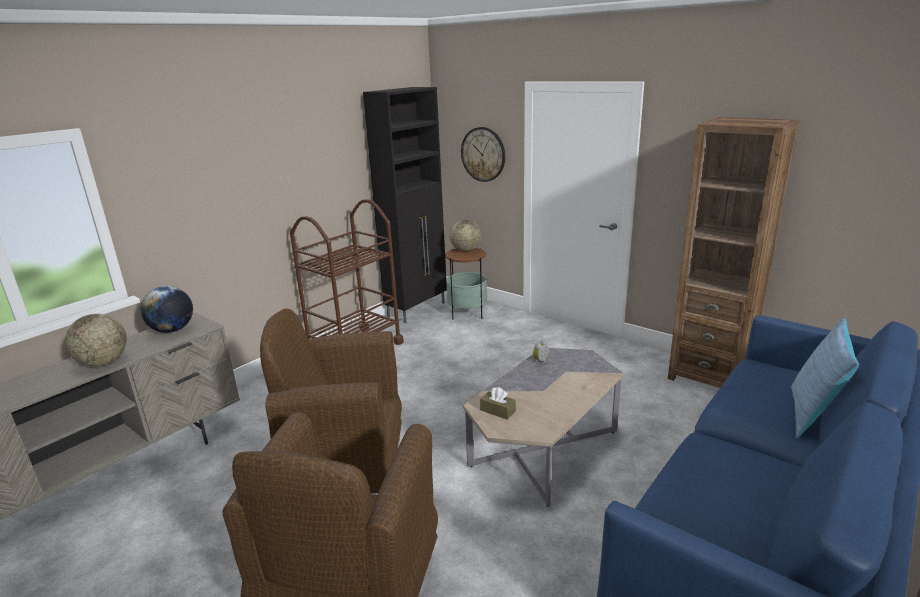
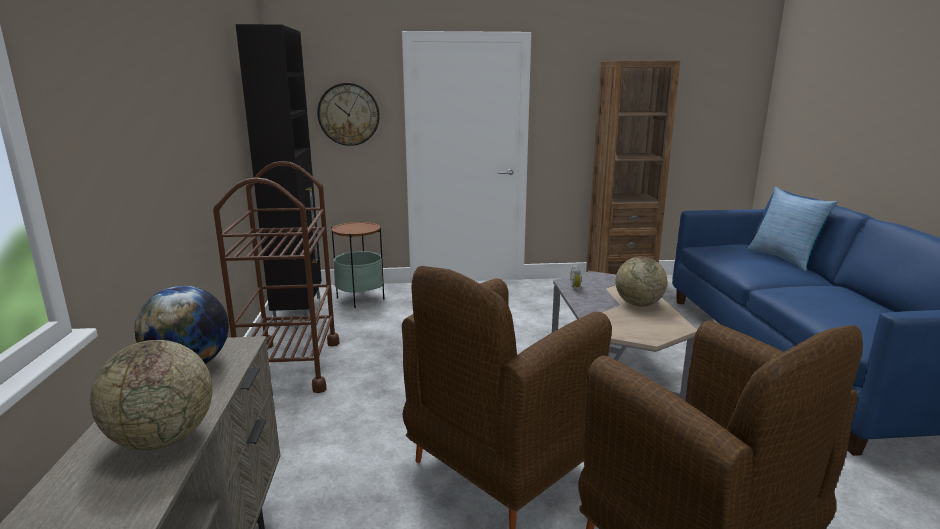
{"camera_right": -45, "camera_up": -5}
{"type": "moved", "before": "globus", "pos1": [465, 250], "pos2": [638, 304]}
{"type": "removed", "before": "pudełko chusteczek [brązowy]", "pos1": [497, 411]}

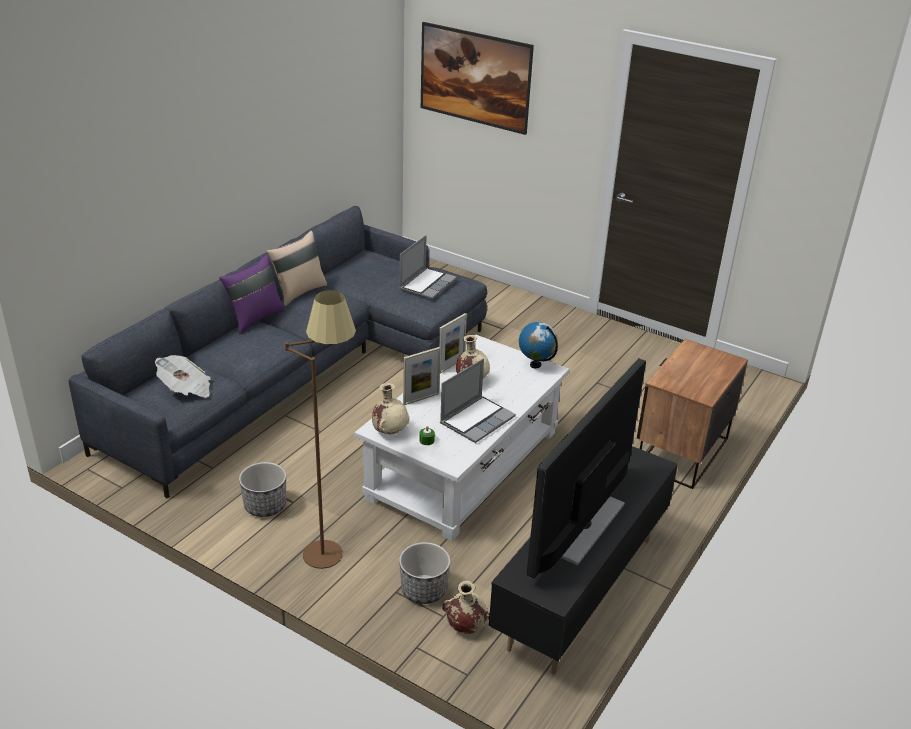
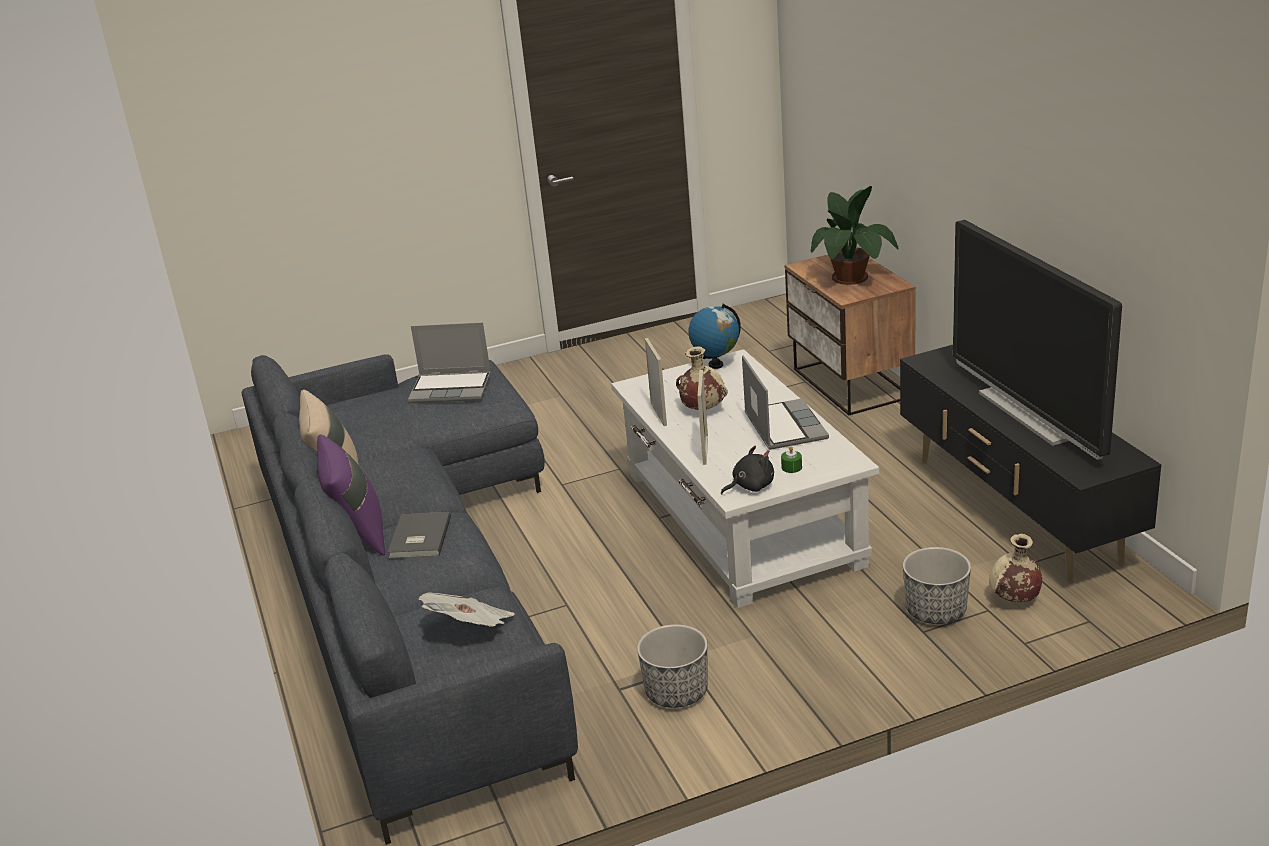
{"camera_right": -50, "camera_up": -5}
{"type": "removed", "before": "obraz", "pos1": [473, 99]}
{"type": "turned", "before": "laptop", "pos1": [427, 284], "pos2": [452, 388], "turn": 120}
{"type": "removed", "before": "lampa stojąca [brązowy]", "pos1": [330, 542]}
{"type": "replaced", "before": "wazon [beżowy]", "after": "pluszak [czarny]", "pos1": [390, 431], "pos2": [750, 486]}
{"type": "added", "after": "roślina doniczkowa", "pos2": [851, 278]}
{"type": "added", "after": "książka [szary]", "pos2": [418, 538]}

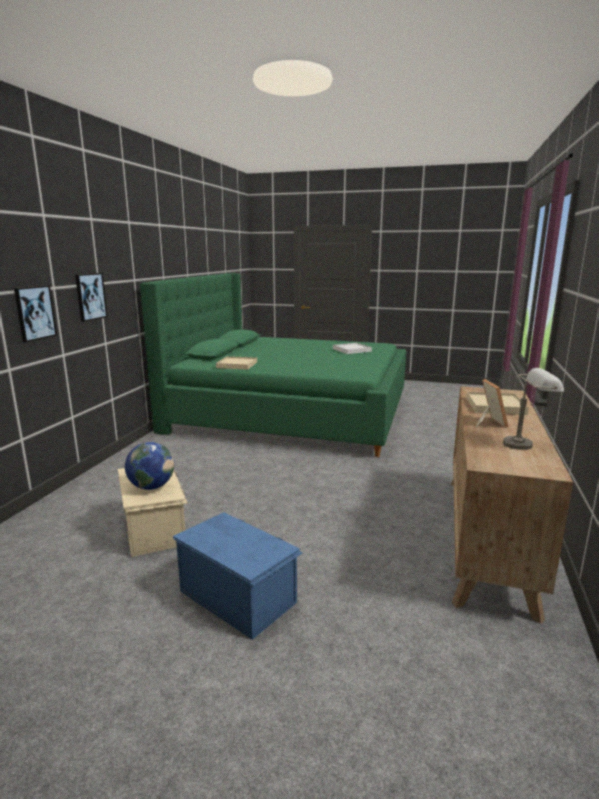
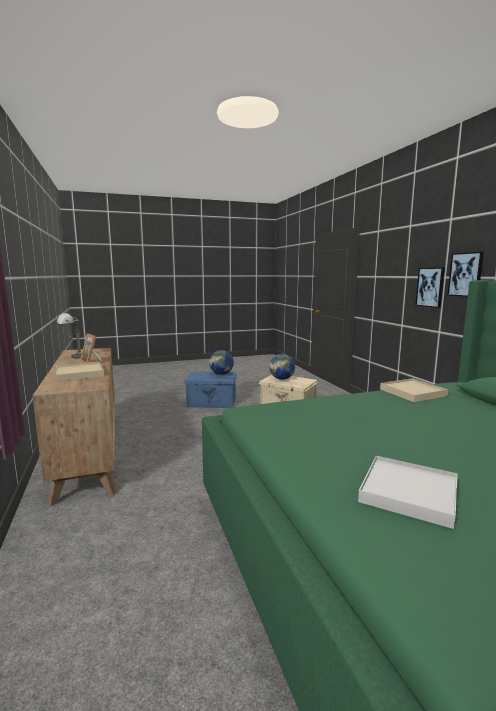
{"camera_right": 145, "camera_up": -5}
{"type": "moved", "before": "obraz", "pos1": [34, 313], "pos2": [465, 274]}
{"type": "added", "after": "globus", "pos2": [221, 374]}

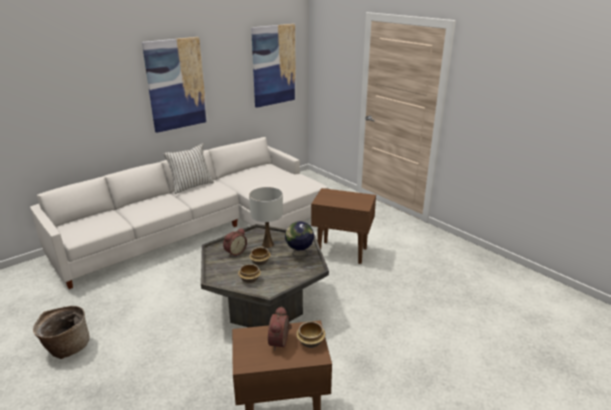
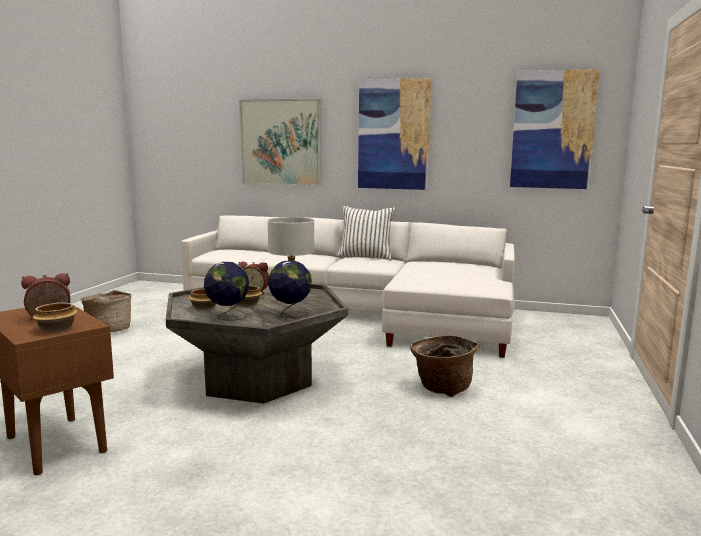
{"camera_right": 55, "camera_up": -15}
{"type": "replaced", "before": "stolik [brązowy]", "after": "koszyk", "pos1": [341, 252], "pos2": [442, 388]}
{"type": "added", "after": "obraz", "pos2": [281, 142]}
{"type": "added", "after": "globus", "pos2": [227, 317]}

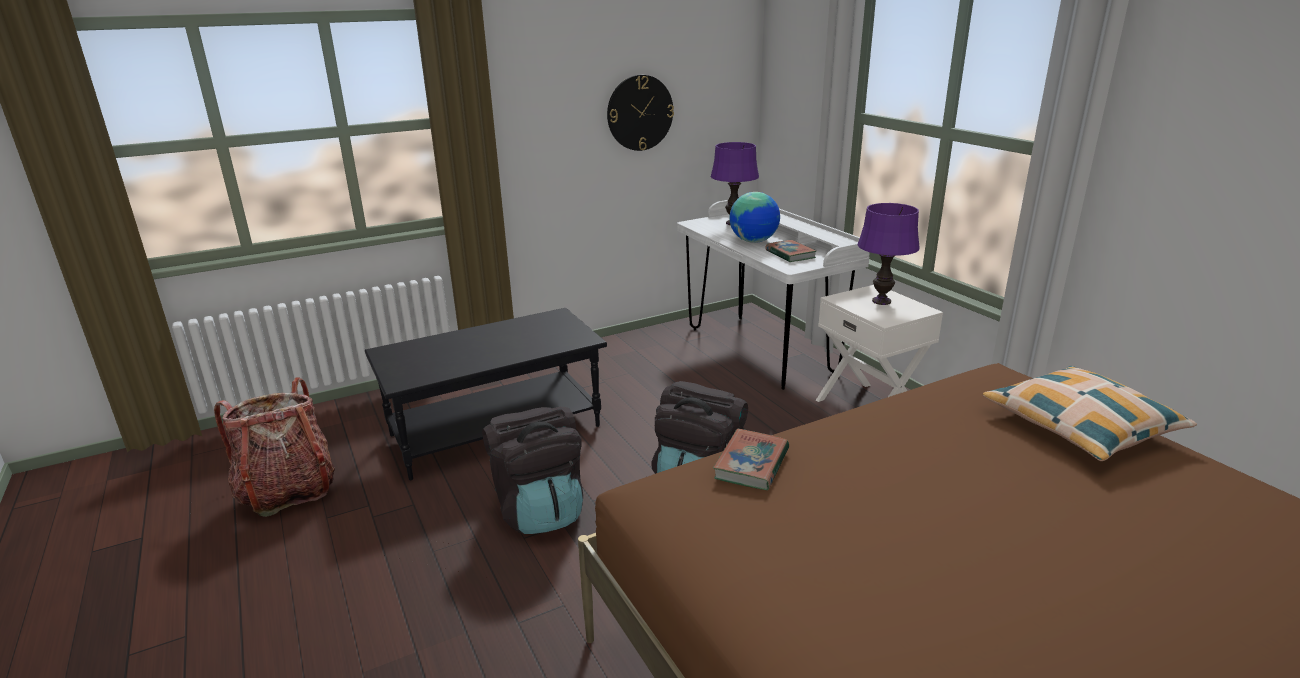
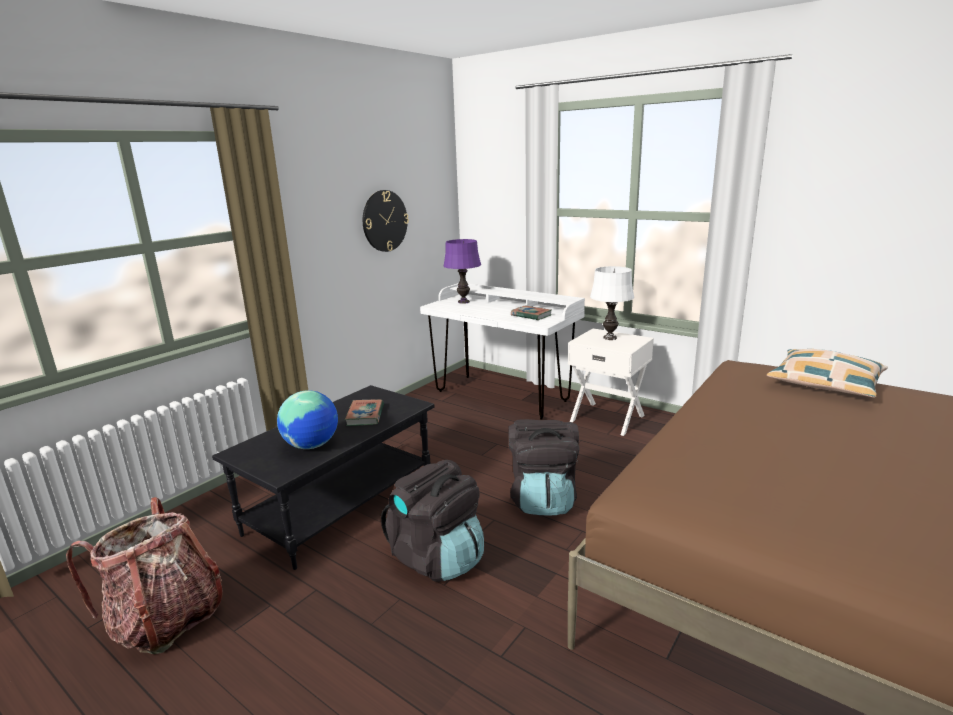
{"camera_right": -25, "camera_up": -5}
{"type": "moved", "before": "globus", "pos1": [754, 241], "pos2": [312, 445]}
{"type": "recoloured", "before": "lampa stołowa [fioletowy]", "after": "lampa stołowa [biały]", "pos1": [881, 301], "pos2": [609, 338]}
{"type": "moved", "before": "książka", "pos1": [751, 464], "pos2": [365, 415]}

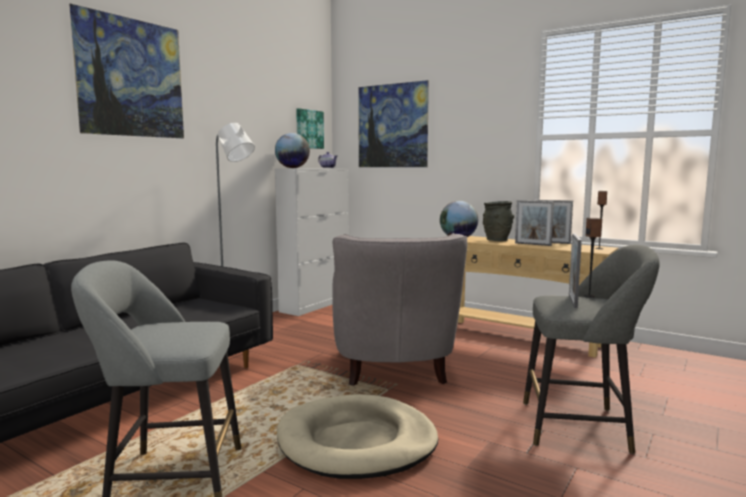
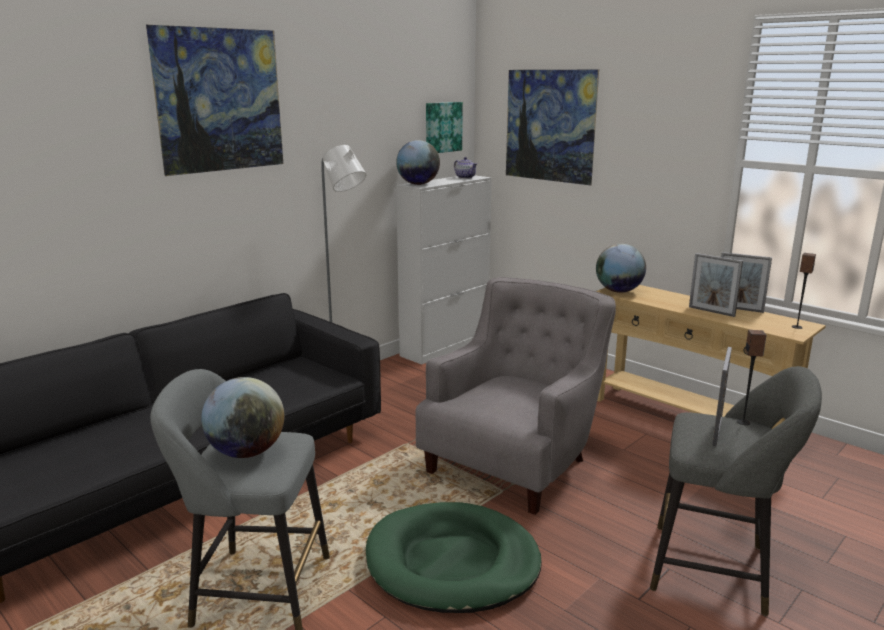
{"camera_right": 10, "camera_up": 10}
{"type": "removed", "before": "wazon [szary]", "pos1": [497, 240]}
{"type": "turned", "before": "fotel [szary]", "pos1": [393, 370], "pos2": [516, 461], "turn": -150}
{"type": "recoloured", "before": "legowisko [beżowy]", "after": "legowisko [zielony]", "pos1": [357, 442], "pos2": [452, 563]}
{"type": "added", "after": "globus", "pos2": [246, 452]}

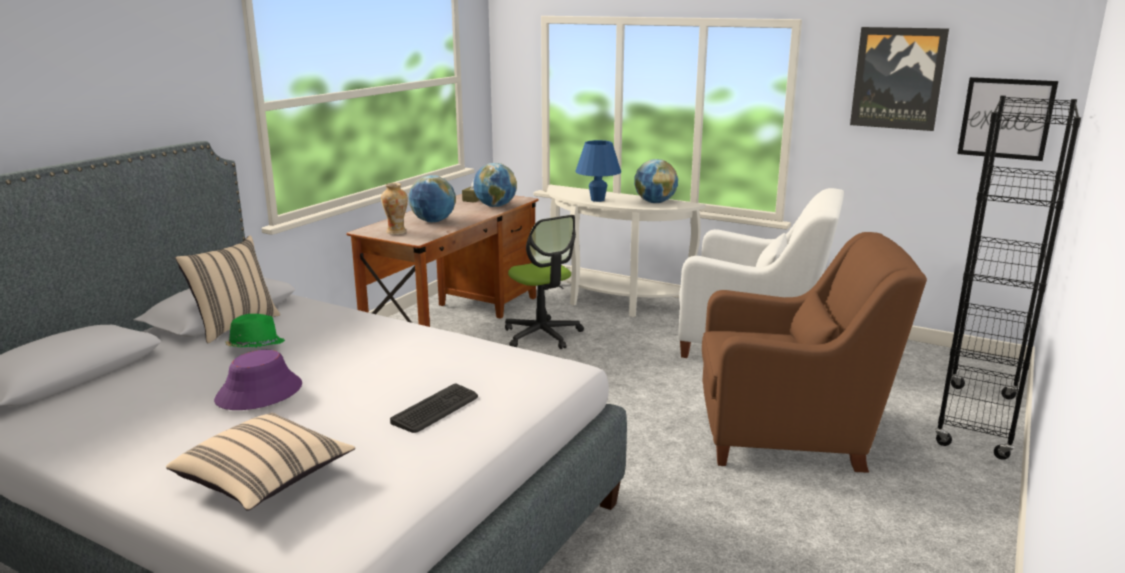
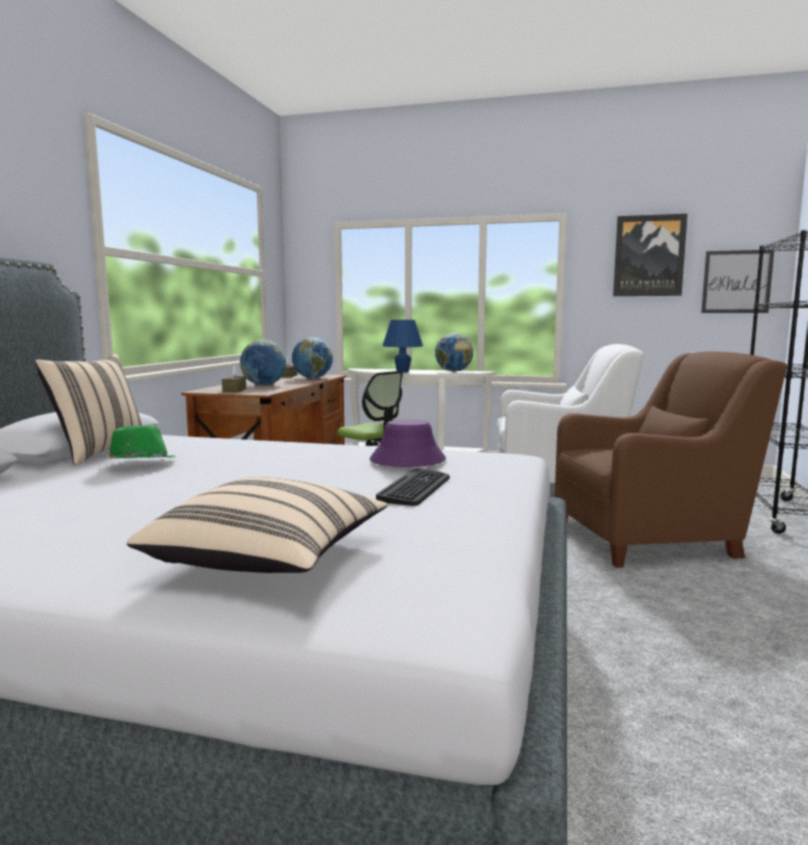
{"camera_right": -15, "camera_up": -10}
{"type": "replaced", "before": "wazon", "after": "pudełko chusteczek [brązowy]", "pos1": [396, 232], "pos2": [234, 390]}
{"type": "moved", "before": "kapelusz [fioletowy]", "pos1": [259, 392], "pos2": [407, 460]}

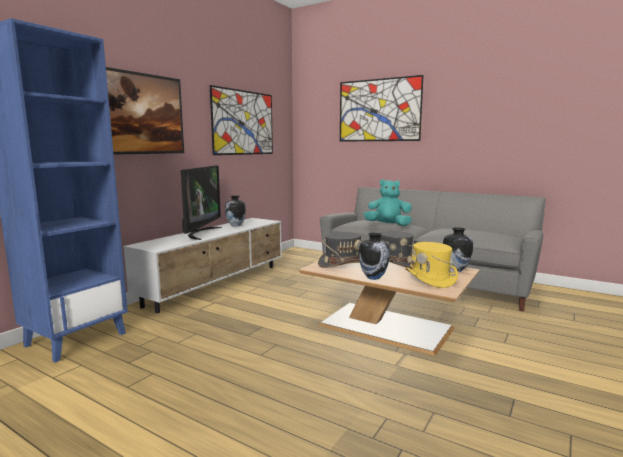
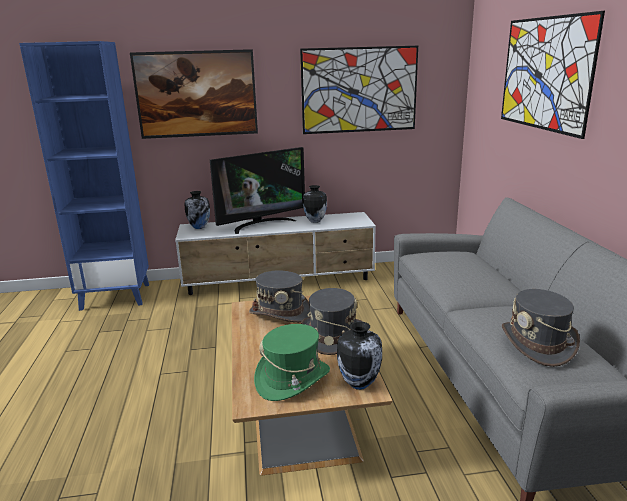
{"camera_right": 50, "camera_up": 10}
{"type": "removed", "before": "pluszak [turkusowy]", "pos1": [388, 225]}
{"type": "moved", "before": "wazon", "pos1": [373, 277], "pos2": [199, 227]}
{"type": "recoloured", "before": "kapelusz [żółty]", "after": "kapelusz [zielony]", "pos1": [430, 278], "pos2": [292, 379]}
{"type": "added", "after": "kapelusz [szary]", "pos2": [538, 344]}

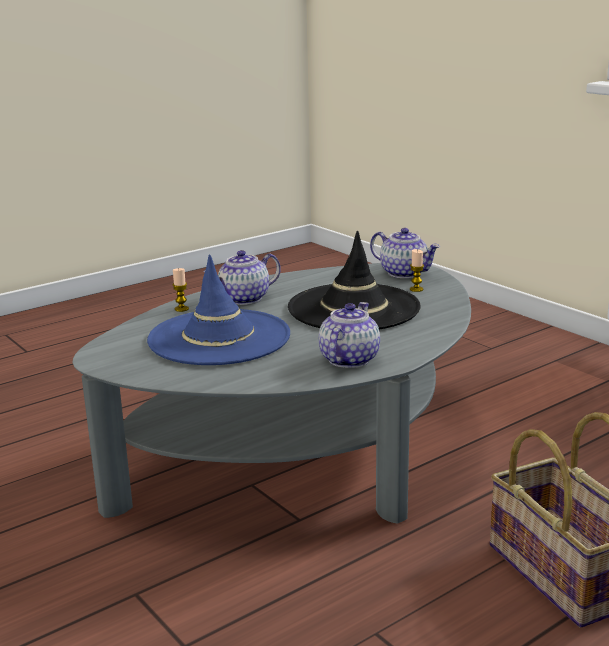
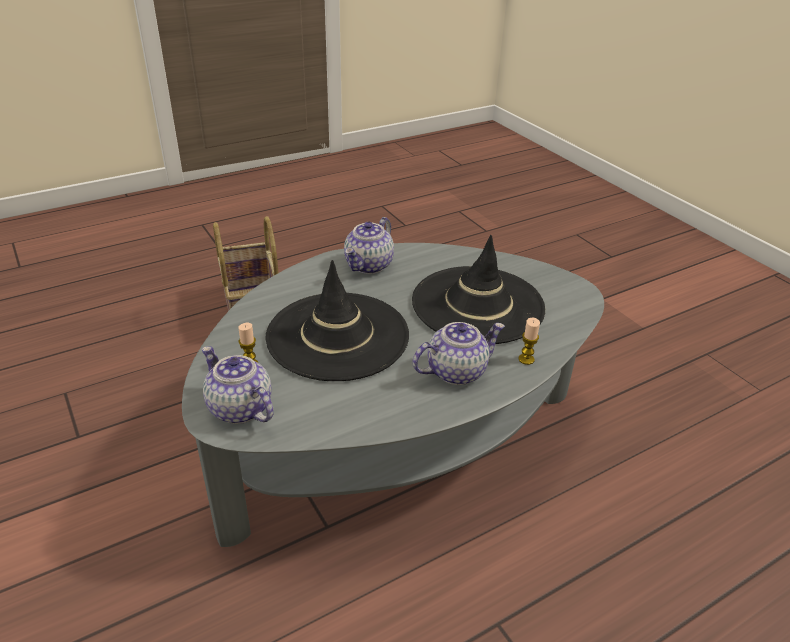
{"camera_right": -175, "camera_up": 15}
{"type": "recoloured", "before": "kapelusz [niebieski]", "after": "kapelusz [czarny]", "pos1": [219, 338], "pos2": [477, 304]}

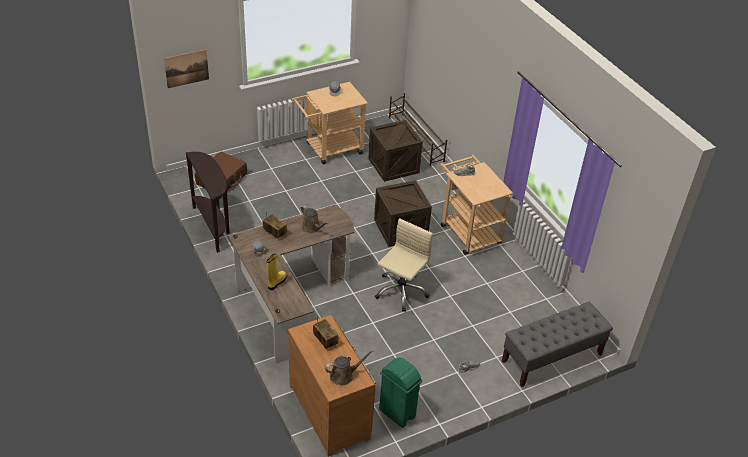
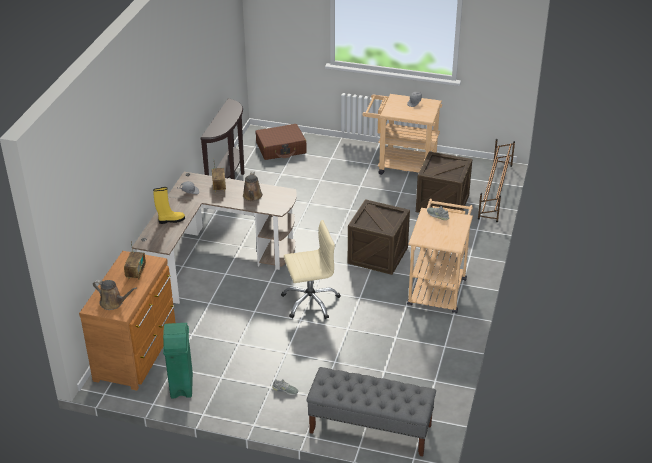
{"camera_right": 45, "camera_up": -5}
{"type": "removed", "before": "obraz", "pos1": [186, 68]}

